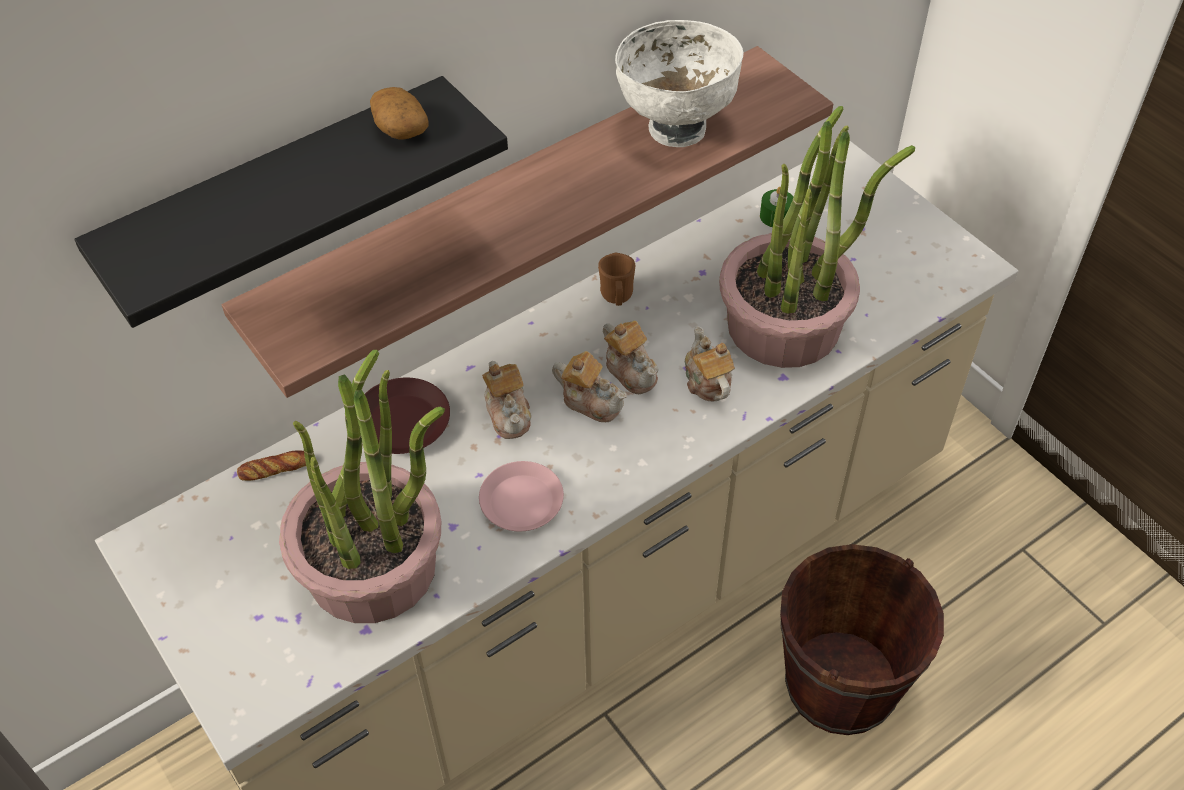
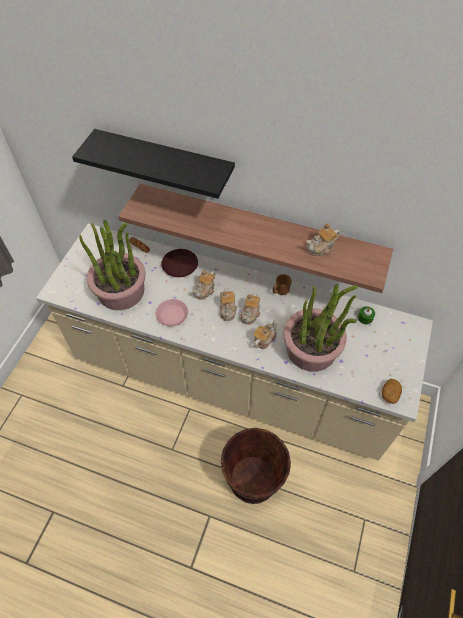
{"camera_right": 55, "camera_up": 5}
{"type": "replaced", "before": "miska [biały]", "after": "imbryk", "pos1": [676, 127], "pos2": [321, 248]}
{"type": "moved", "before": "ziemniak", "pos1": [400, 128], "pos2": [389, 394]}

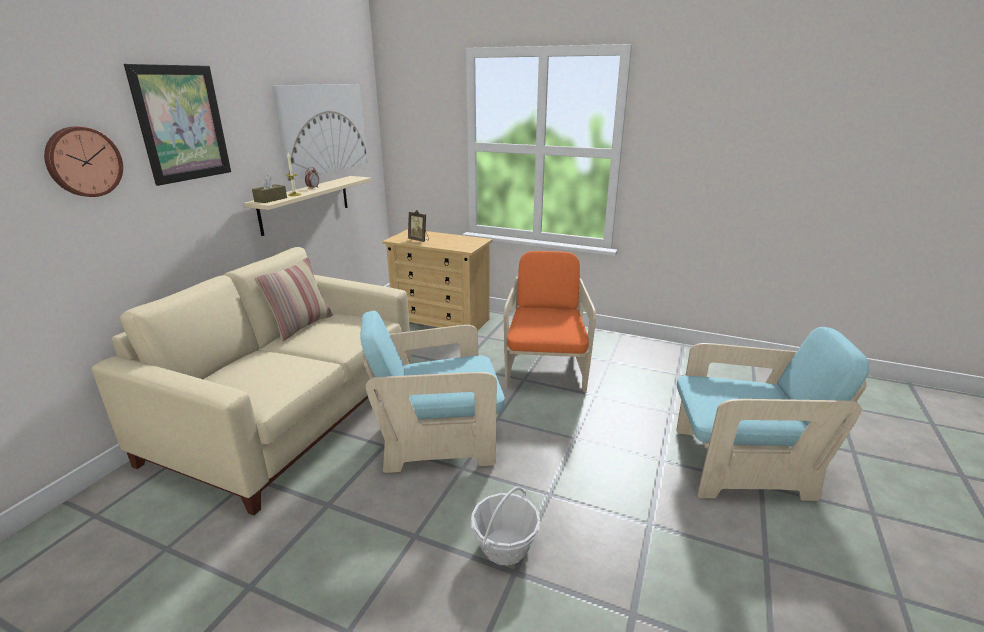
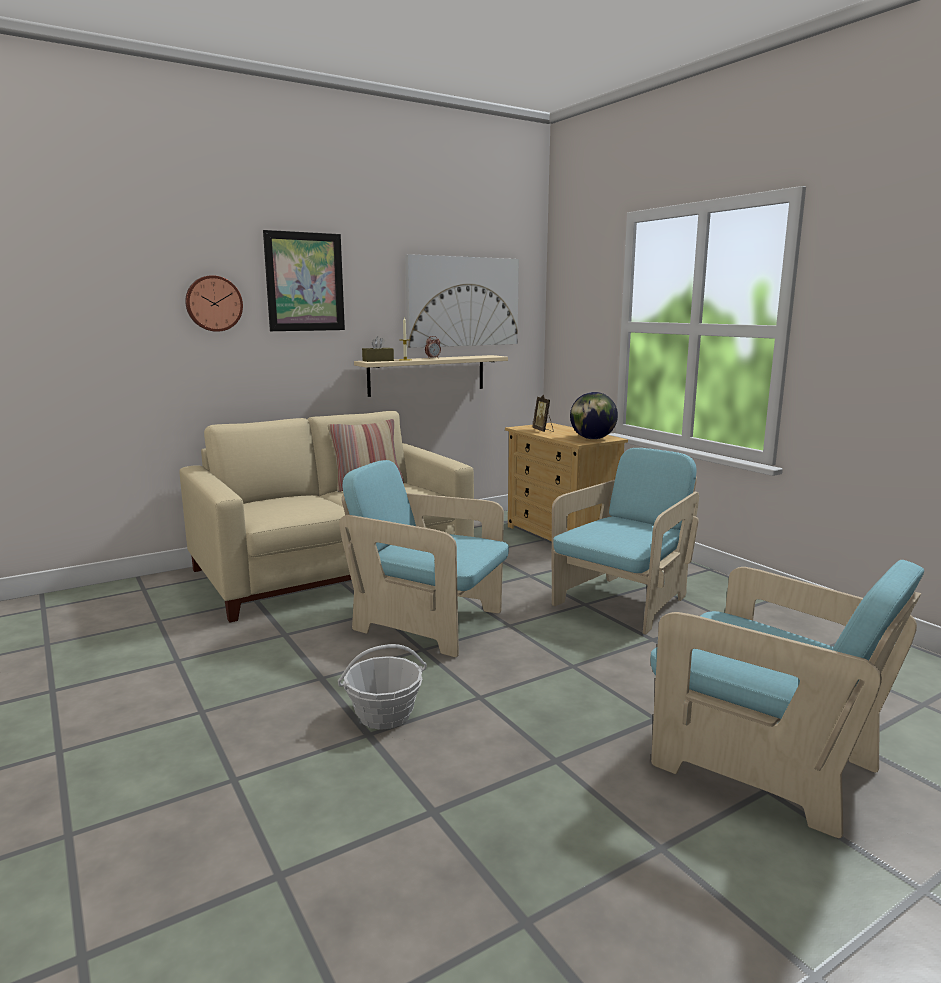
{"camera_right": 35, "camera_up": -10}
{"type": "recoloured", "before": "fotel [pomarańczowy]", "after": "fotel [turkusowy]", "pos1": [545, 369], "pos2": [623, 602]}
{"type": "added", "after": "globus", "pos2": [592, 438]}

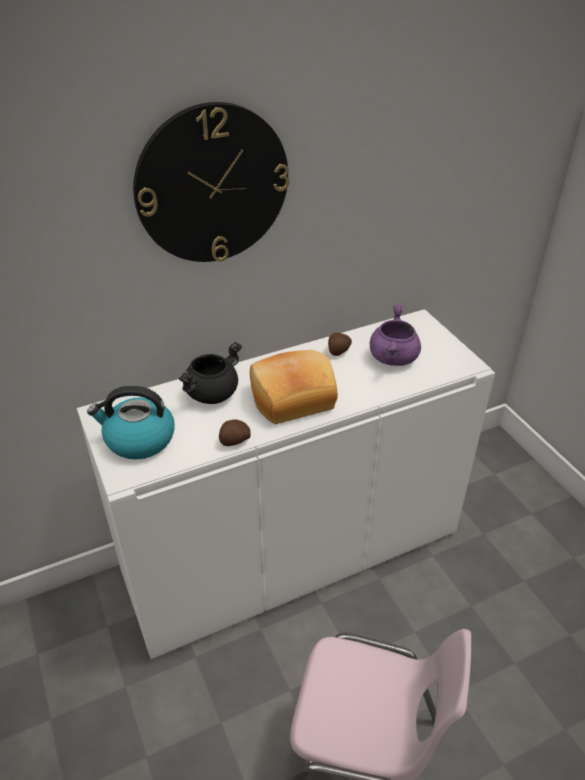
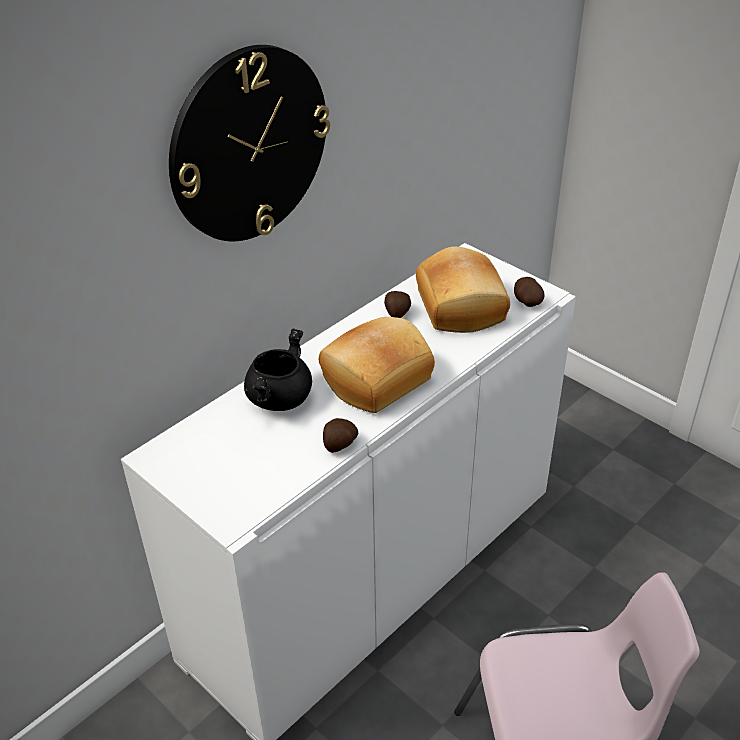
{"camera_right": -20, "camera_up": 0}
{"type": "replaced", "before": "garnek [fioletowy]", "after": "chleb", "pos1": [394, 359], "pos2": [463, 306]}
{"type": "removed", "before": "czajnik", "pos1": [139, 440]}
{"type": "added", "after": "ziemniak", "pos2": [526, 302]}

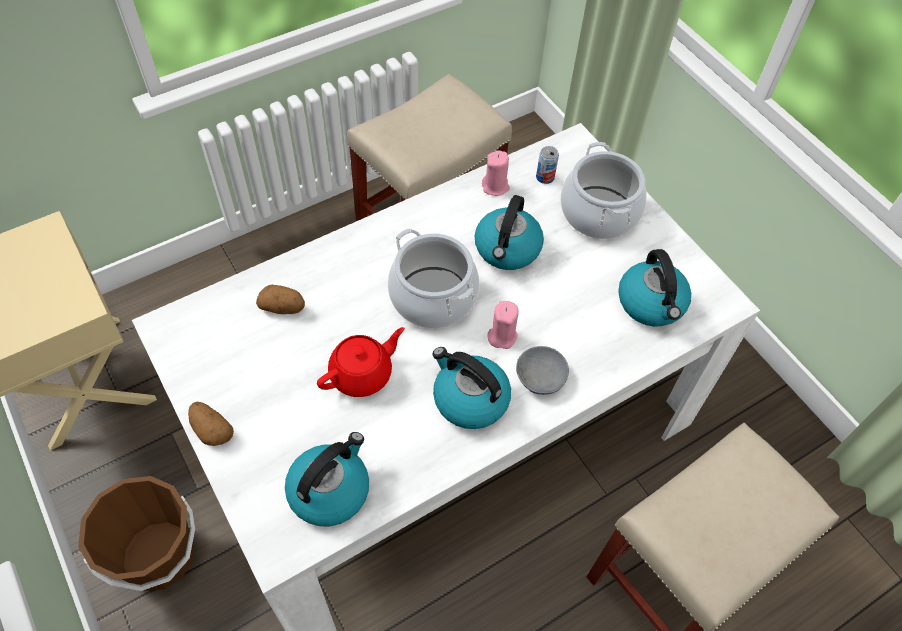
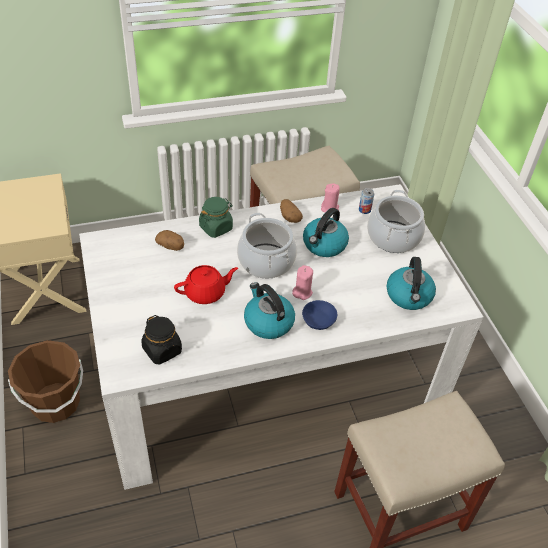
{"camera_right": 15, "camera_up": -10}
{"type": "recoloured", "before": "miska [szary]", "after": "miska [niebieski]", "pos1": [542, 378], "pos2": [319, 321]}
{"type": "moved", "before": "ziemniak", "pos1": [211, 430], "pos2": [289, 217]}
{"type": "replaced", "before": "czajnik", "after": "słoik [czarny]", "pos1": [330, 490], "pos2": [162, 350]}
{"type": "added", "after": "słoik [zielony]", "pos2": [216, 227]}

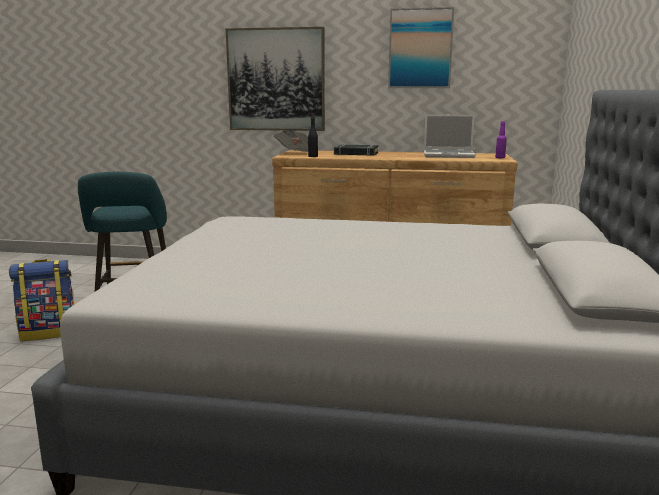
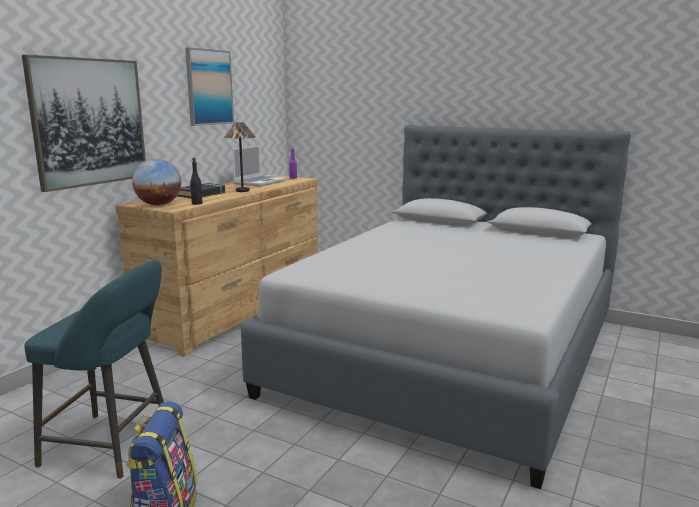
{"camera_right": -70, "camera_up": 0}
{"type": "replaced", "before": "gazeta", "after": "globus", "pos1": [296, 153], "pos2": [158, 205]}
{"type": "added", "after": "lampa stołowa", "pos2": [243, 191]}

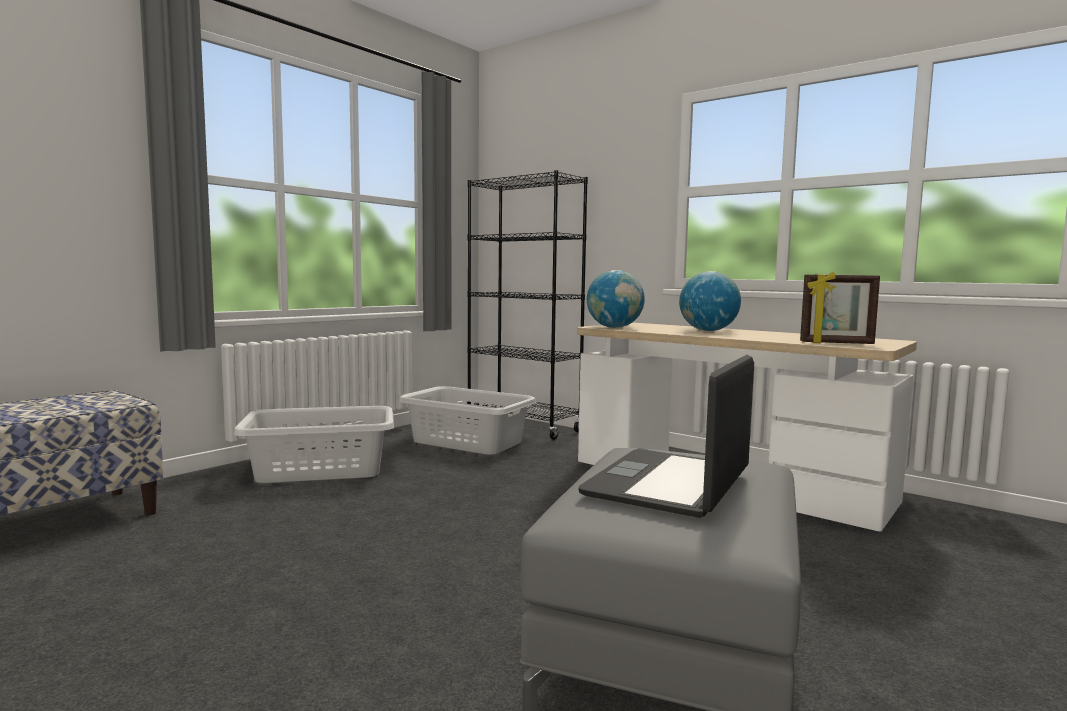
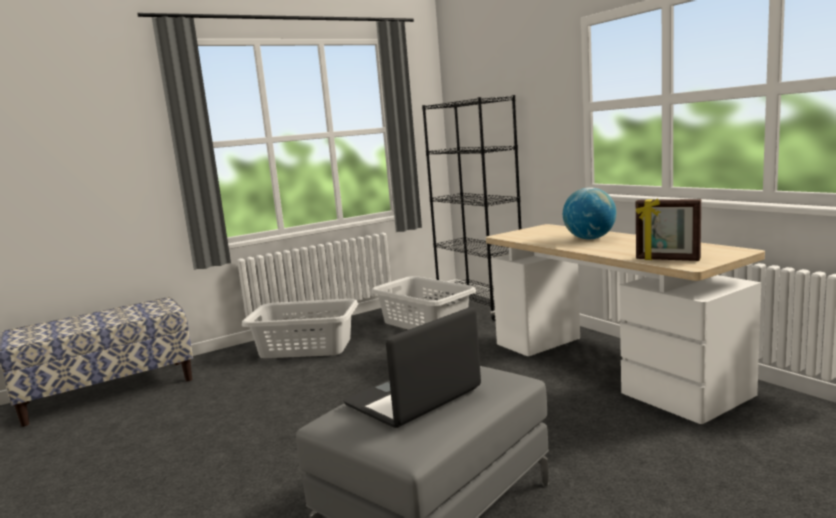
{"camera_right": 20, "camera_up": 5}
{"type": "removed", "before": "globus", "pos1": [614, 327]}

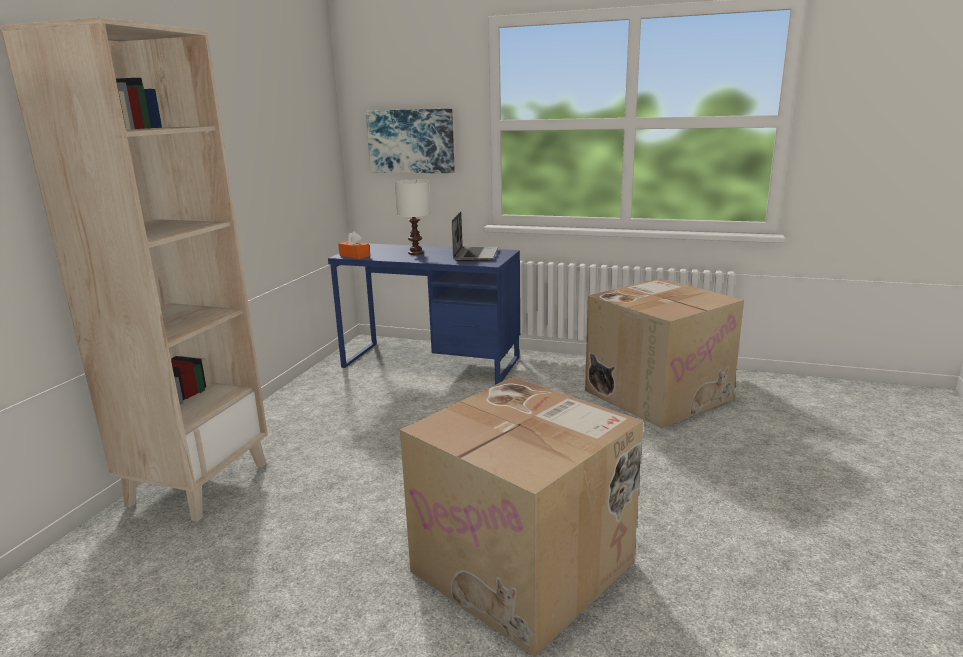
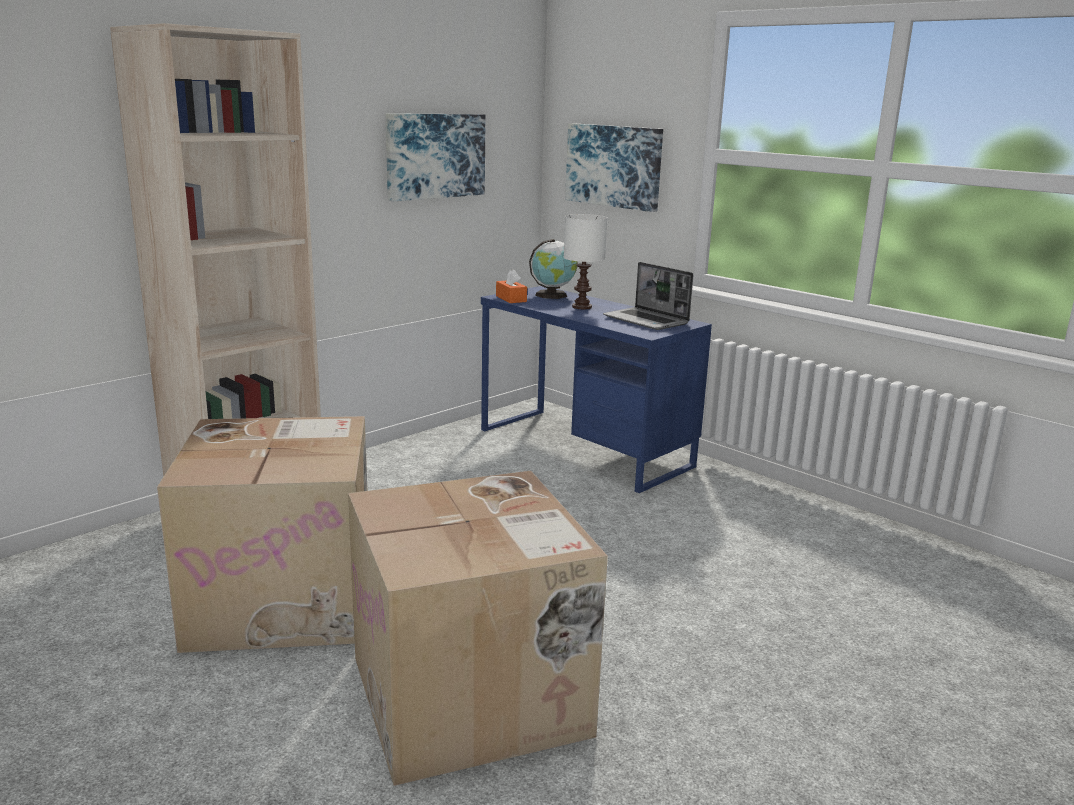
{"camera_right": 25, "camera_up": 0}
{"type": "turned", "before": "laptop", "pos1": [475, 255], "pos2": [647, 320], "turn": 105}
{"type": "moved", "before": "karton", "pos1": [657, 393], "pos2": [286, 598]}
{"type": "added", "after": "obraz", "pos2": [435, 156]}
{"type": "added", "after": "globus", "pos2": [553, 295]}

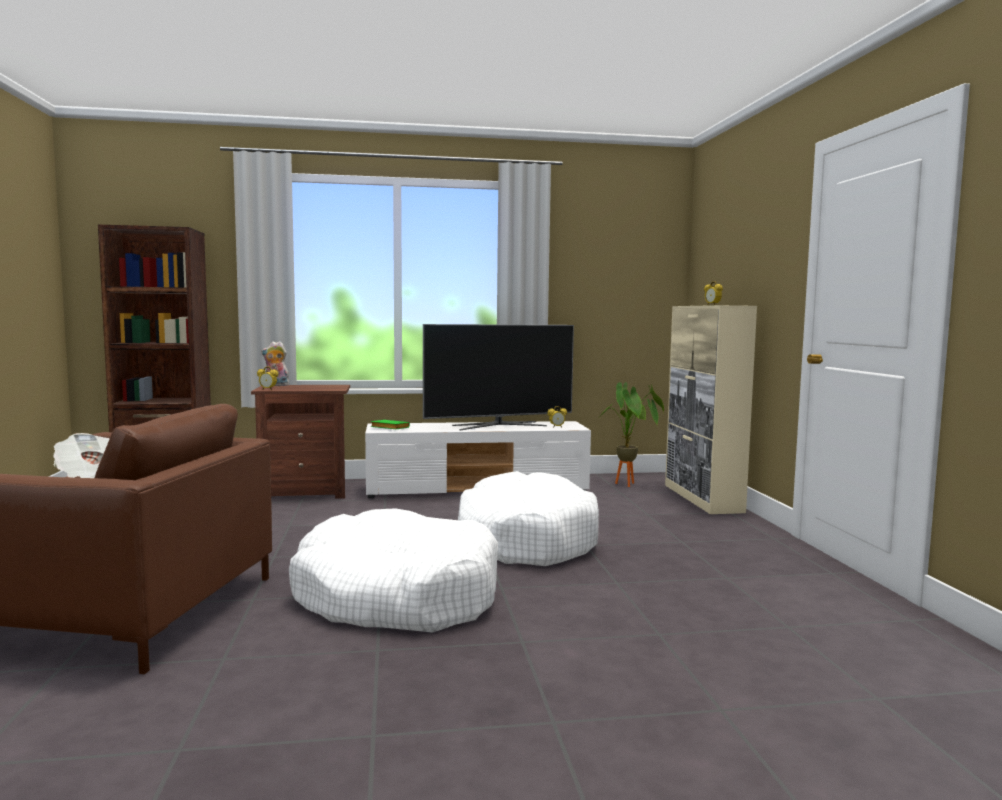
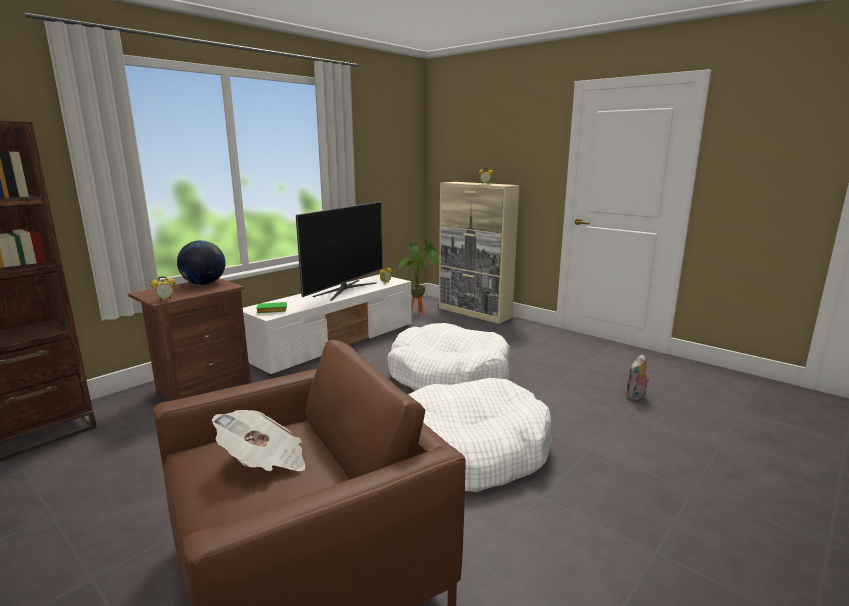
{"camera_right": -40, "camera_up": 10}
{"type": "moved", "before": "pluszak", "pos1": [276, 385], "pos2": [636, 397]}
{"type": "added", "after": "globus", "pos2": [204, 283]}

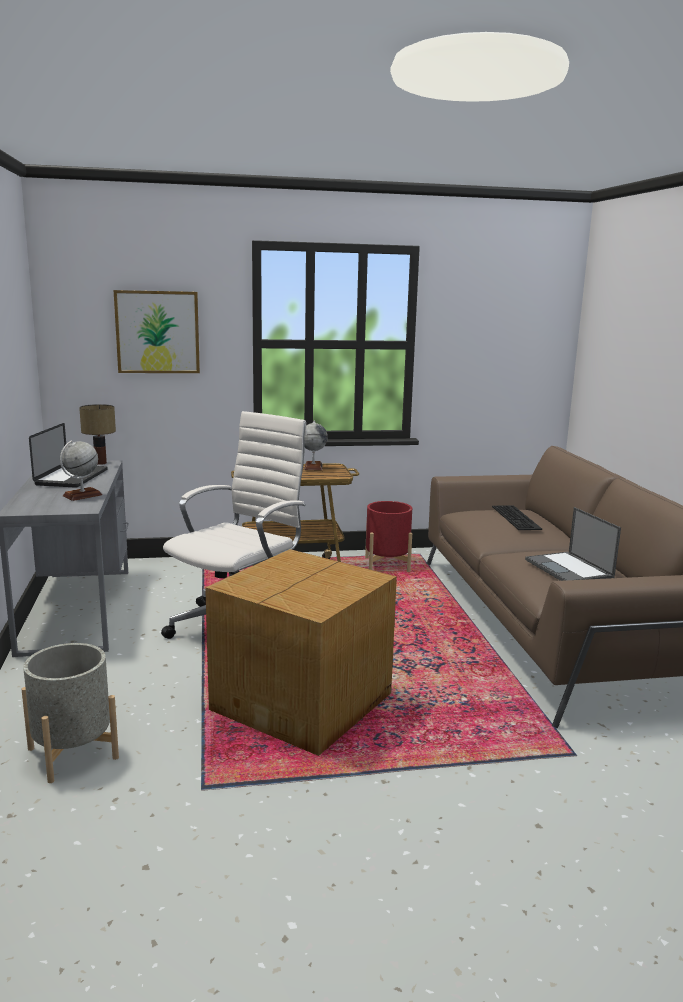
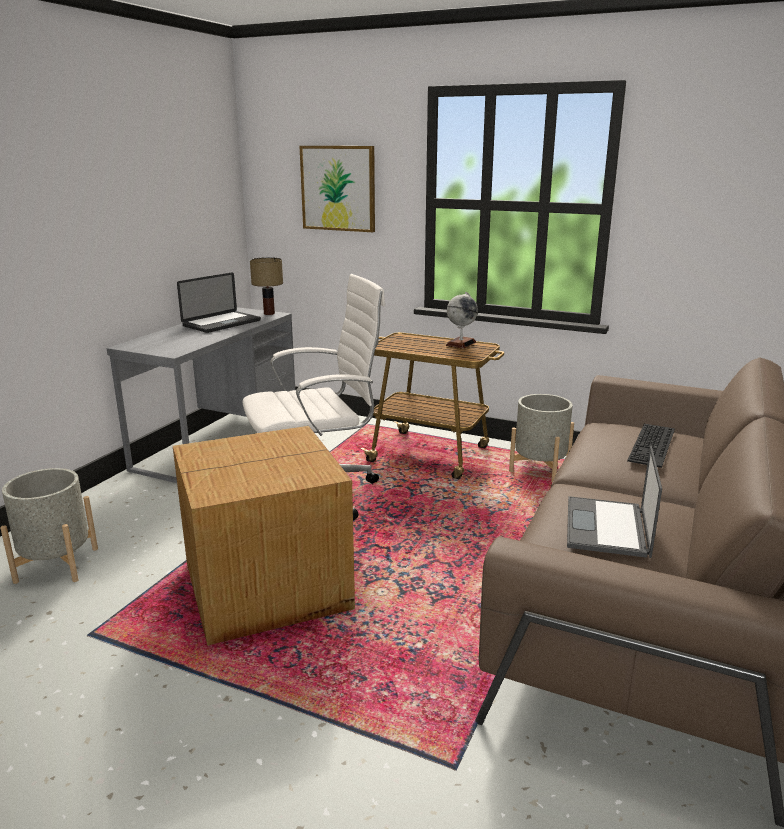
{"camera_right": 35, "camera_up": 5}
{"type": "removed", "before": "globus", "pos1": [82, 495]}
{"type": "recoloured", "before": "donica [czerwony]", "after": "donica [szary]", "pos1": [387, 565], "pos2": [539, 469]}

